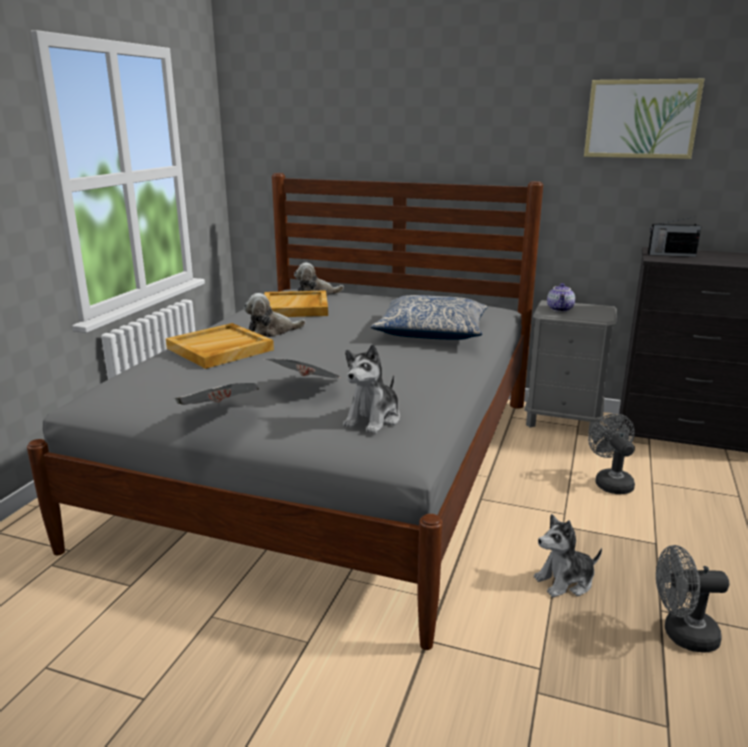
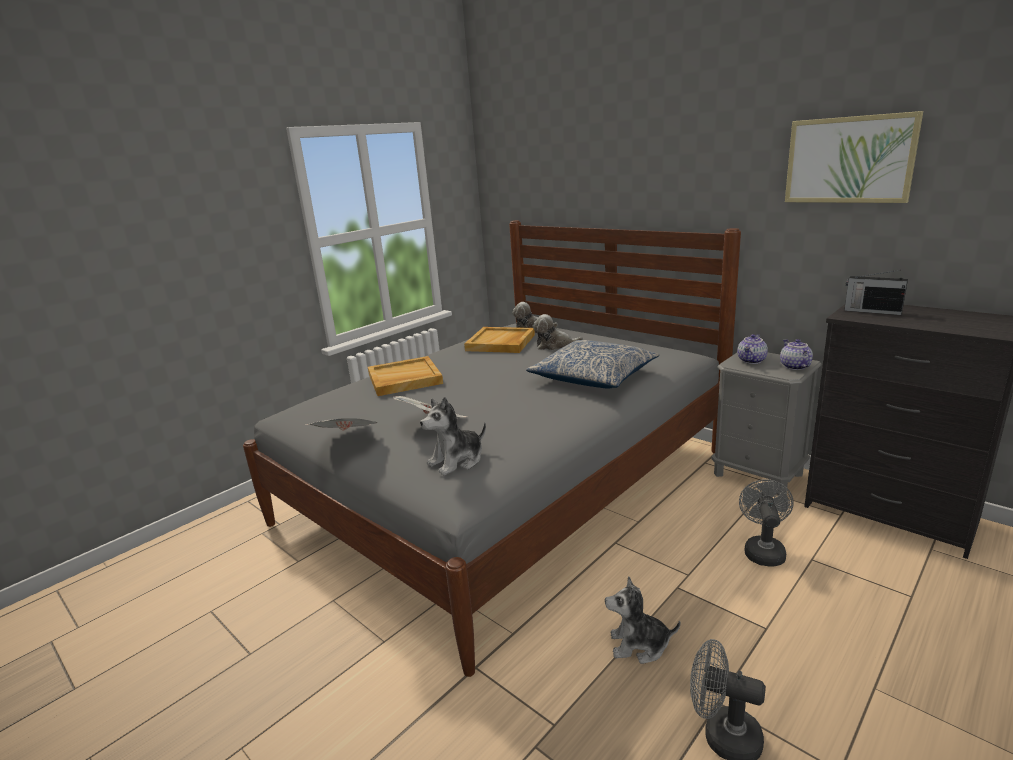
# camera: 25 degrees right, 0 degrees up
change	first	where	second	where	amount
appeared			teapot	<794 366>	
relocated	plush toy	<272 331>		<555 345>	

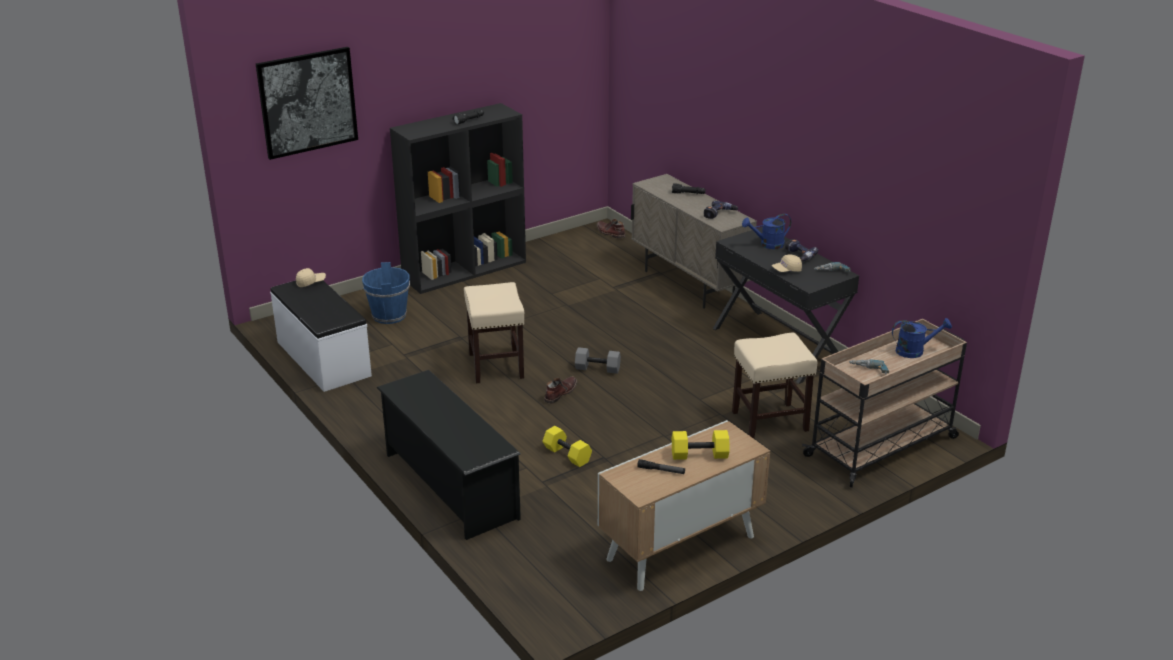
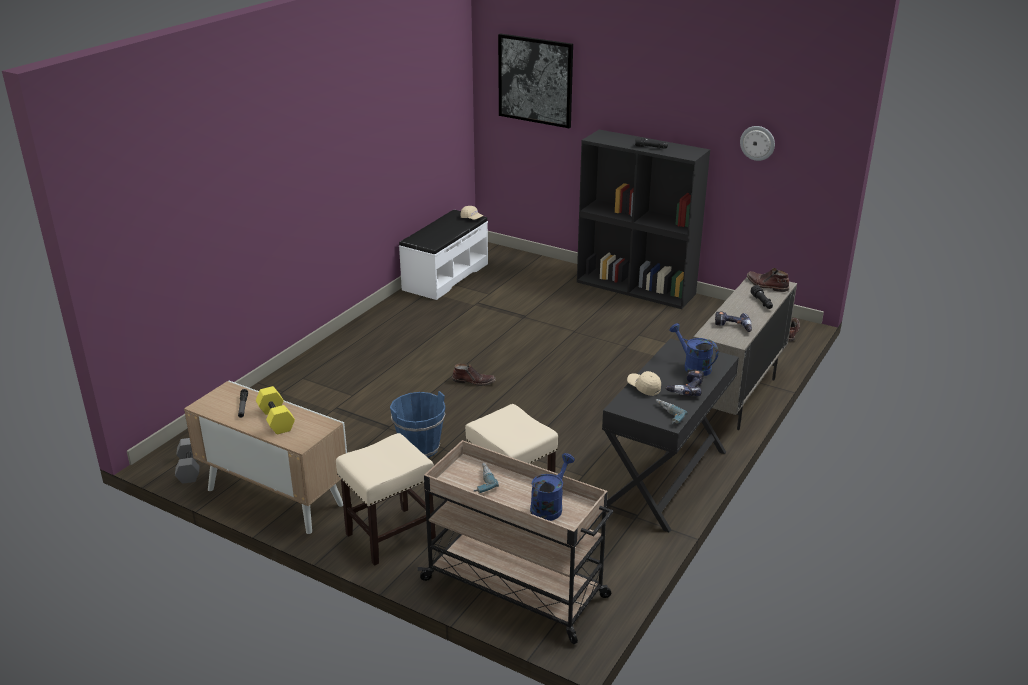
# camera: 65 degrees right, 0 degrees up
change	first	where	second	where	amount
missing	black shoe rack	<450 485>			
missing	yellow dumbbell	<566 455>			
appeared			wall clock	<757 143>	
appeared			brown boot	<766 285>	
relocated	blue bucket	<389 316>		<419 448>	
relocated	beige stool	<496 366>		<389 536>	
relocated	grey dumbbell	<597 369>		<188 468>	
spun	blue watering can	<915 351>		<549 506>	120 degrees counterclockwise

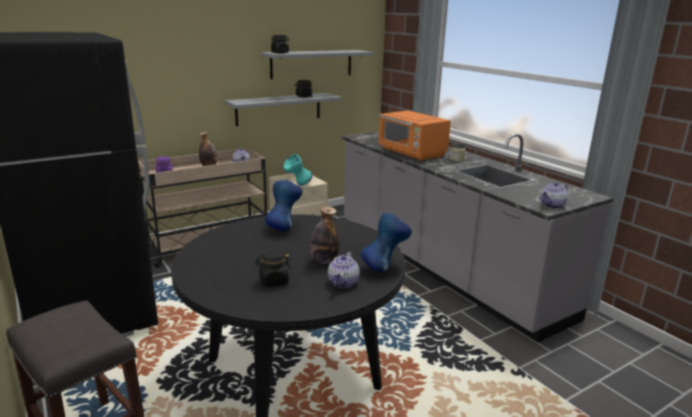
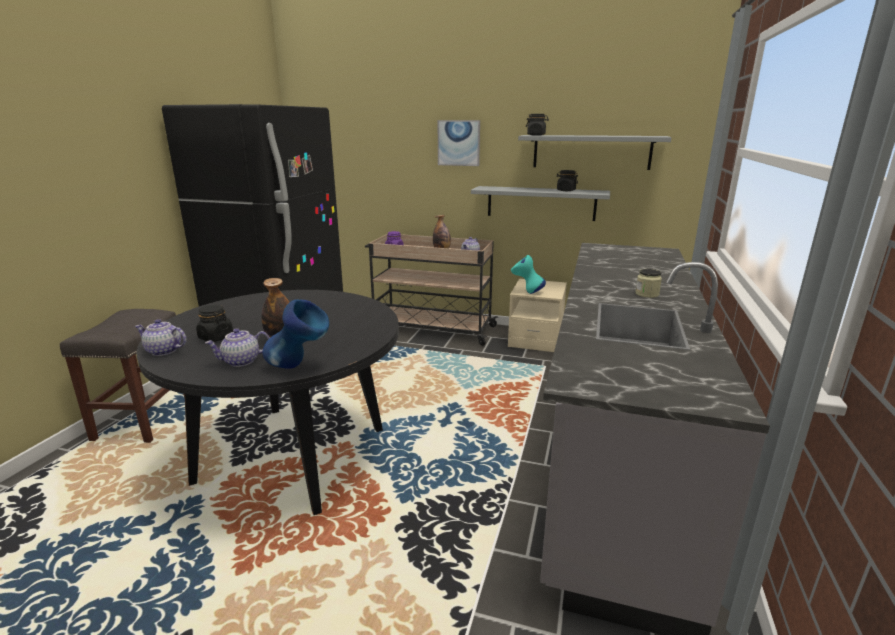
# camera: 50 degrees right, 0 degrees up
change	first	where	second	where	amount
missing	blue vase	<283 228>			
missing	orange microwave	<412 153>			
appeared			picture	<458 143>	
relocated	teapot	<552 206>		<163 351>	

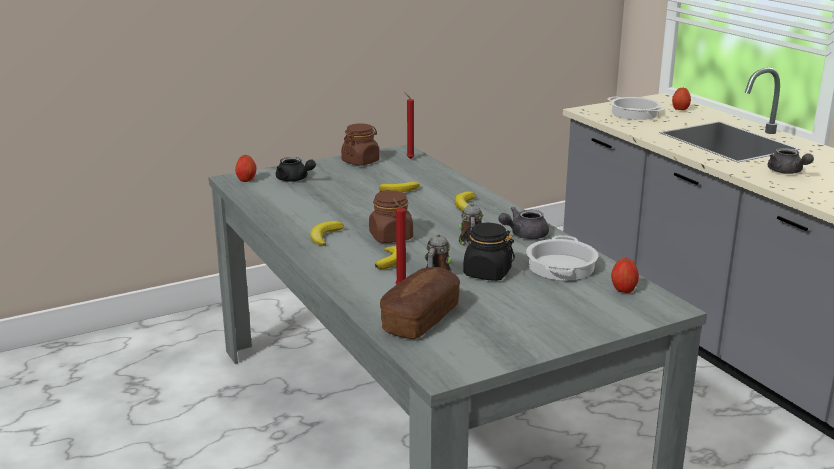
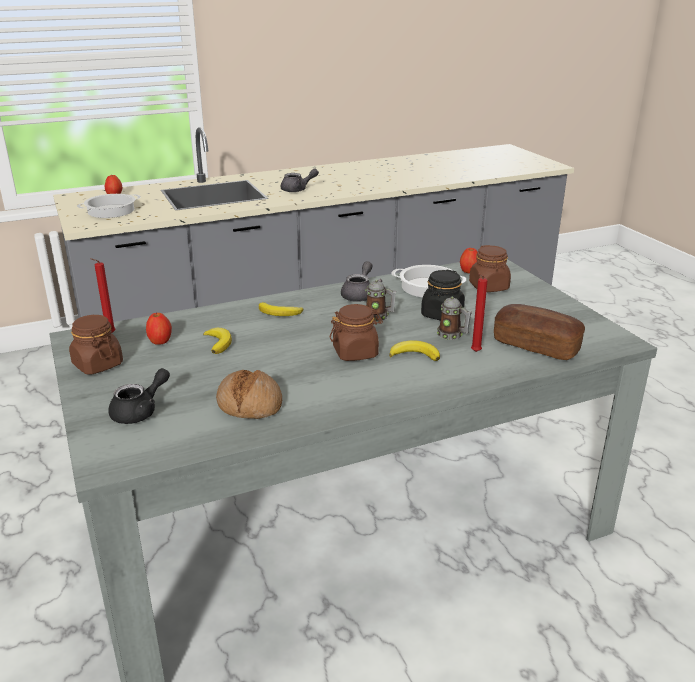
# camera: 85 degrees left, 5 degrees up
change	first	where	second	where	amount
missing	banana	<325 236>			
appeared			bread	<250 404>	
appeared			brown jar	<489 287>	
relocated	apple	<246 180>		<160 341>	
spun	grey teapot	<524 235>		<360 294>	135 degrees counterclockwise

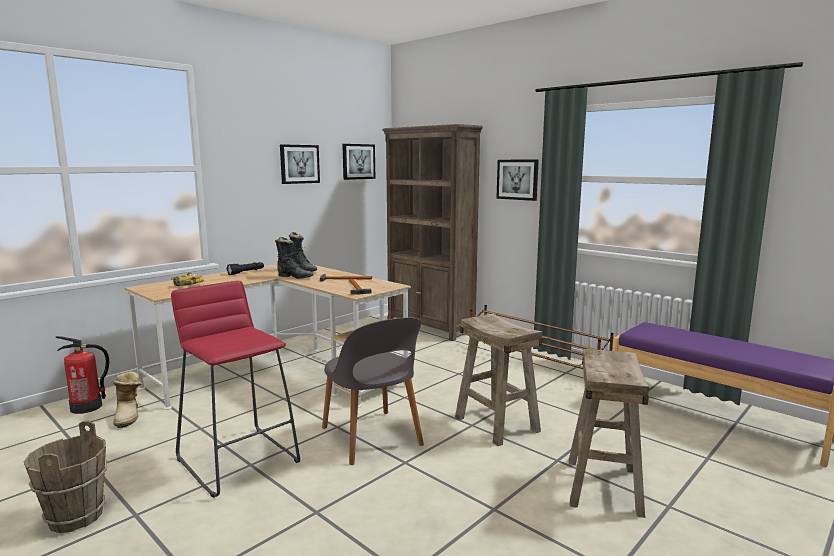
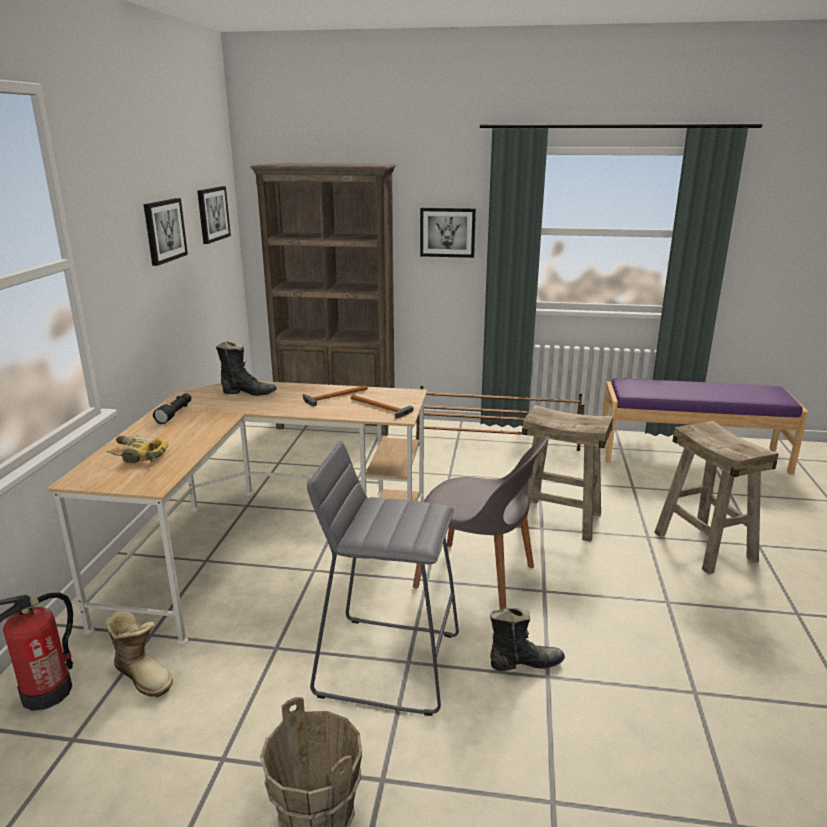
# camera: 35 degrees left, 10 degrees up
change	first	where	second	where	amount
relocated	black boot	<295 277>		<524 663>	
colour	red stool	<239 460>	grey stool	<387 663>	

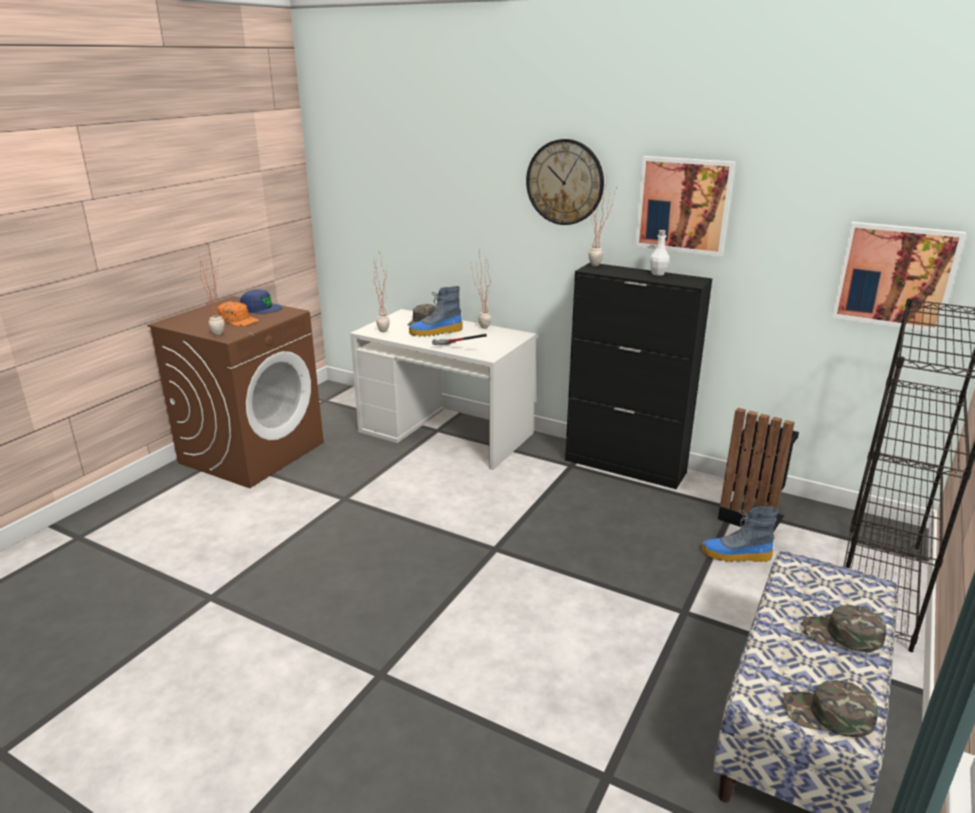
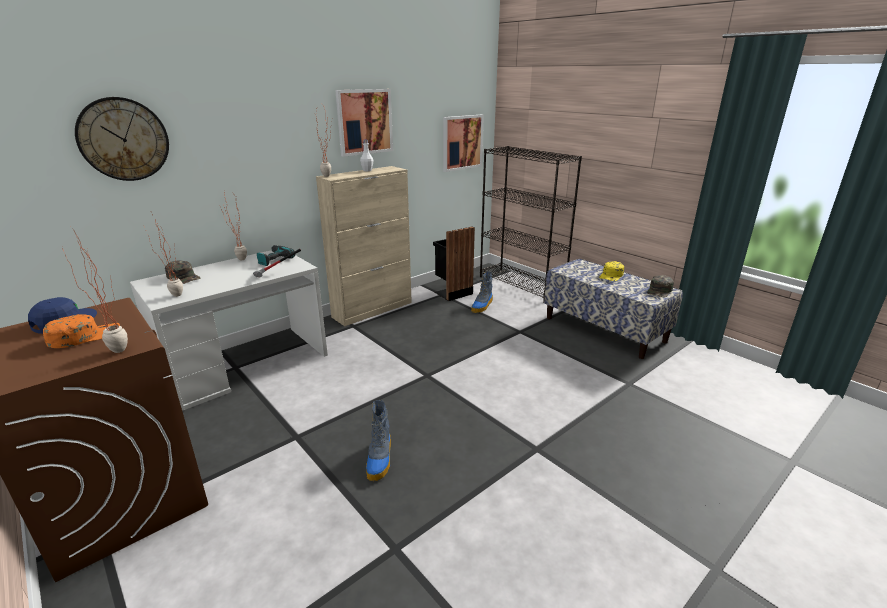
# camera: 70 degrees left, 0 degrees up
change	first	where	second	where	amount
appeared			power drill	<273 259>	
relocated	boot	<435 332>		<380 459>	
relocated	wall clock	<565 182>		<123 139>	
colour	black cabinet	<625 466>	beige cabinet	<373 309>	
colour	green cap	<842 634>	yellow cap	<611 275>	

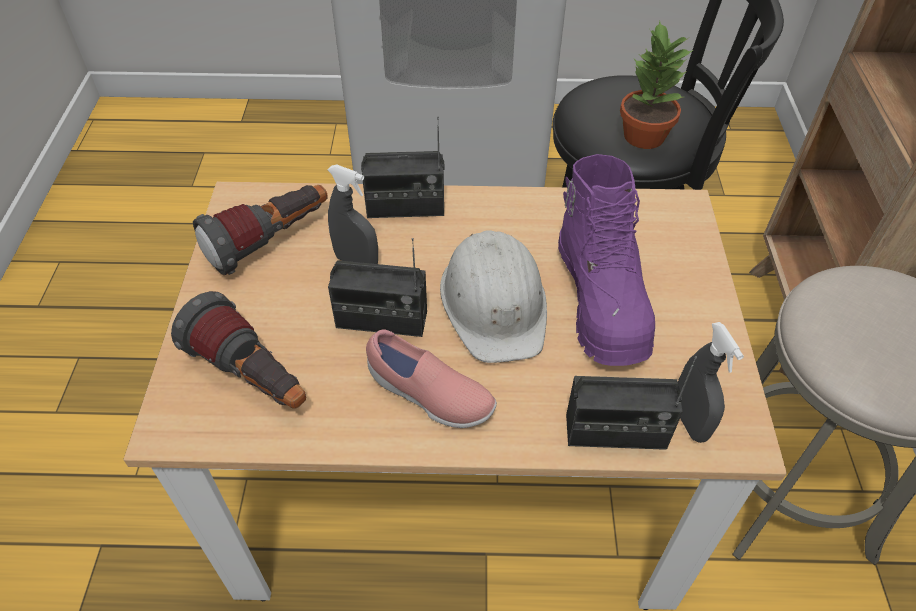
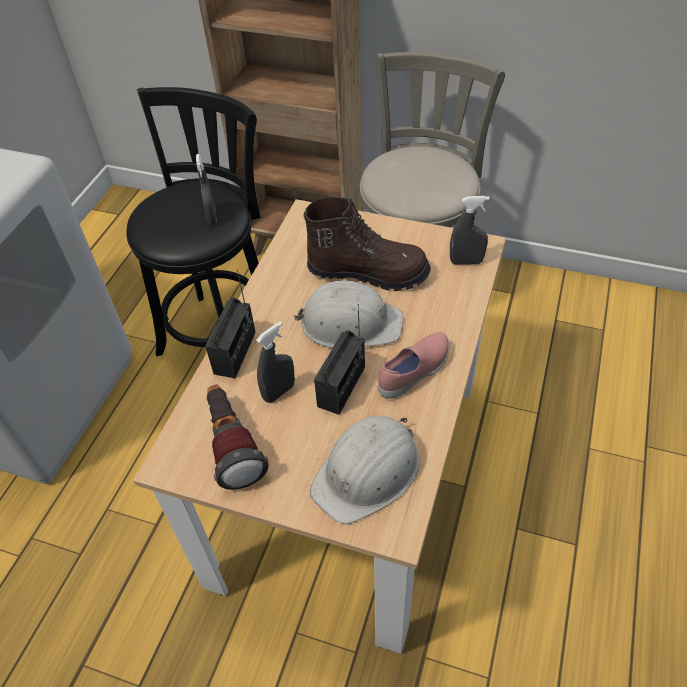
# camera: 70 degrees left, 0 degrees up
change	first	where	second	where	amount
missing	radio	<615 432>			
exchanged	flashlight	<253 378>	white hard hat	<368 471>	
exchanged	potted plant	<643 135>	grey spray bottle	<211 217>	
colour	purple boot	<602 301>	brown boot	<368 272>	

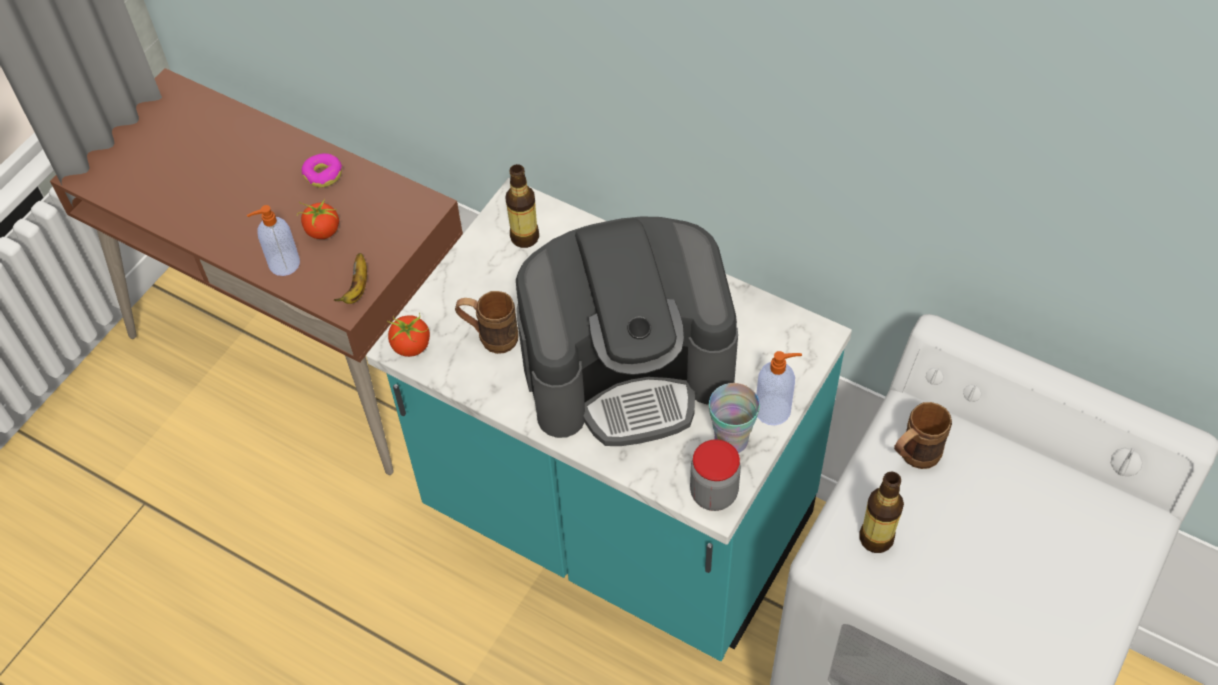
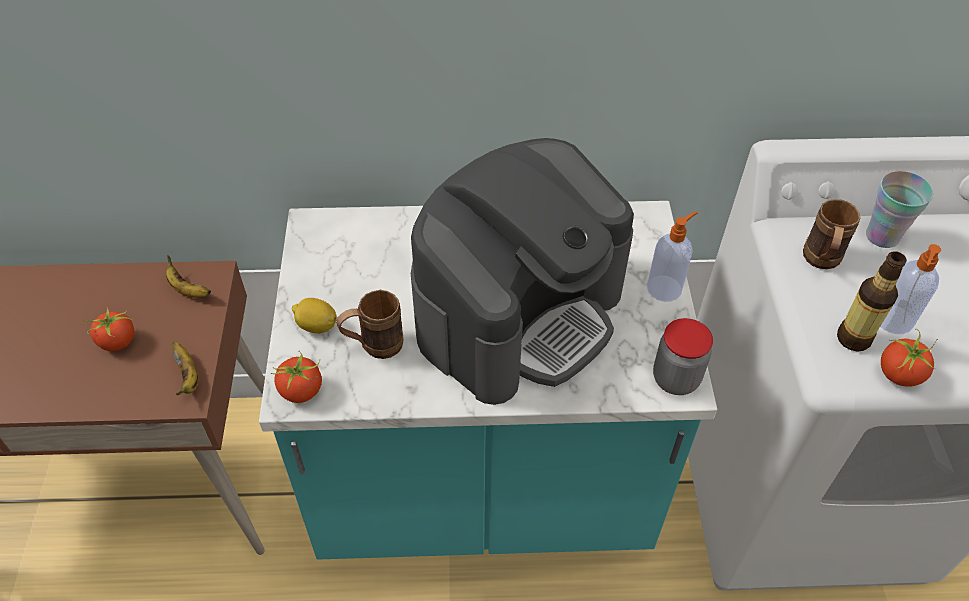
# camera: 35 degrees left, 5 degrees down
change	first	where	second	where	amount
missing	donut	<323 174>			
missing	bottle	<524 237>			
appeared			banana	<187 290>	
appeared			lemon	<317 326>	
appeared			tomato	<899 374>	
relocated	soap dispenser	<283 264>		<893 321>	
relocated	cup	<731 440>		<882 236>	

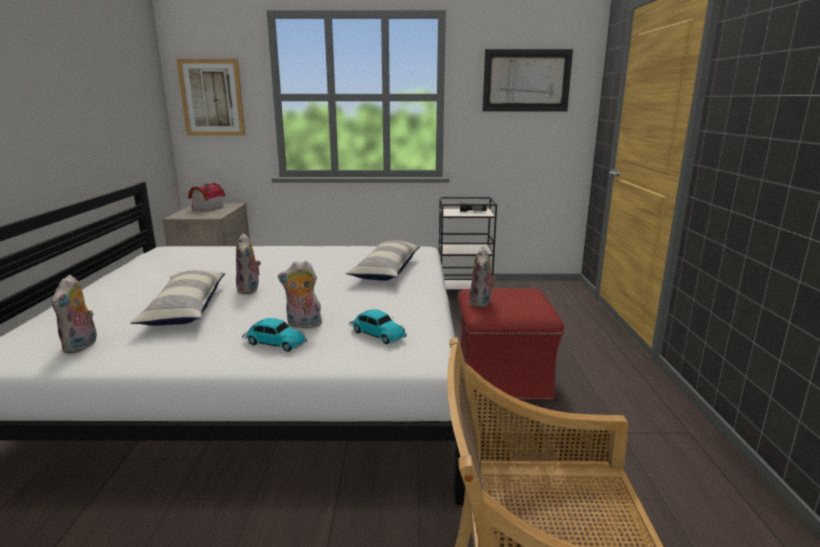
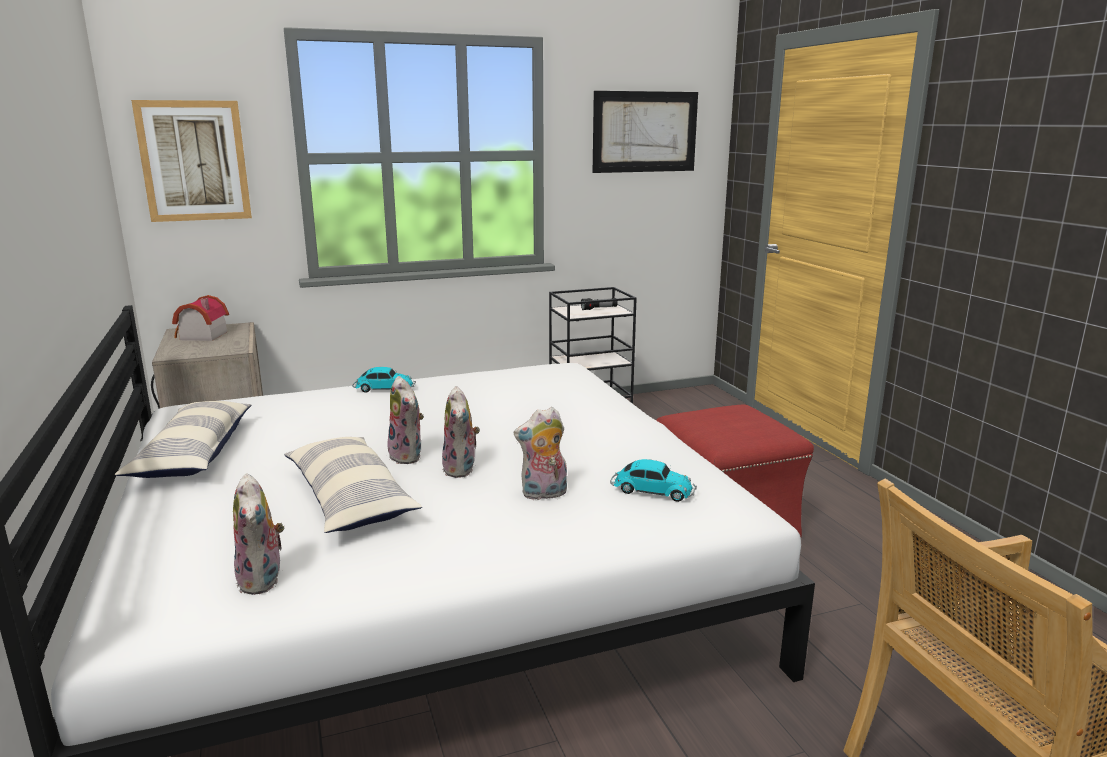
# camera: 20 degrees left, 0 degrees up
change	first	where	second	where	amount
relocated	toy car	<274 343>		<383 389>	
relocated	pillow	<386 270>		<194 454>	
relocated	plush toy	<481 303>		<462 469>	

